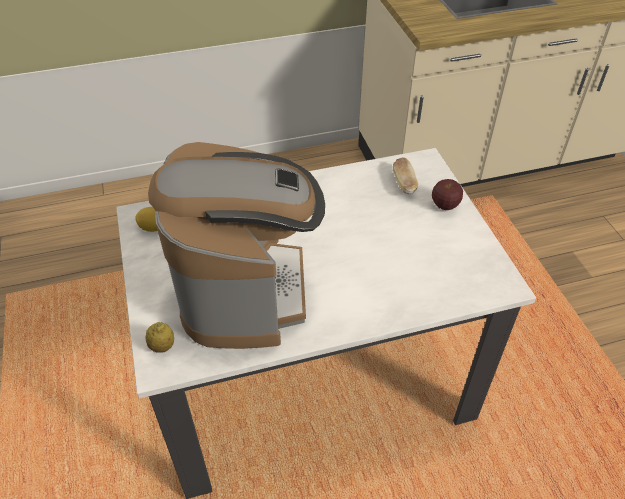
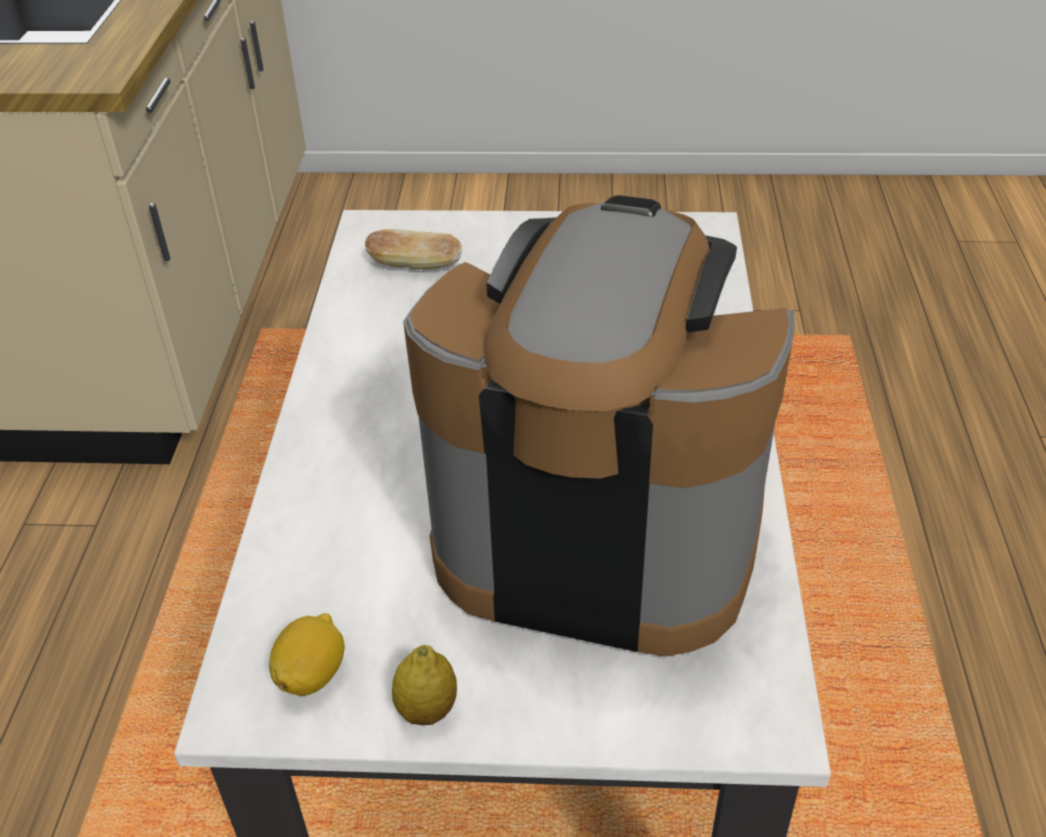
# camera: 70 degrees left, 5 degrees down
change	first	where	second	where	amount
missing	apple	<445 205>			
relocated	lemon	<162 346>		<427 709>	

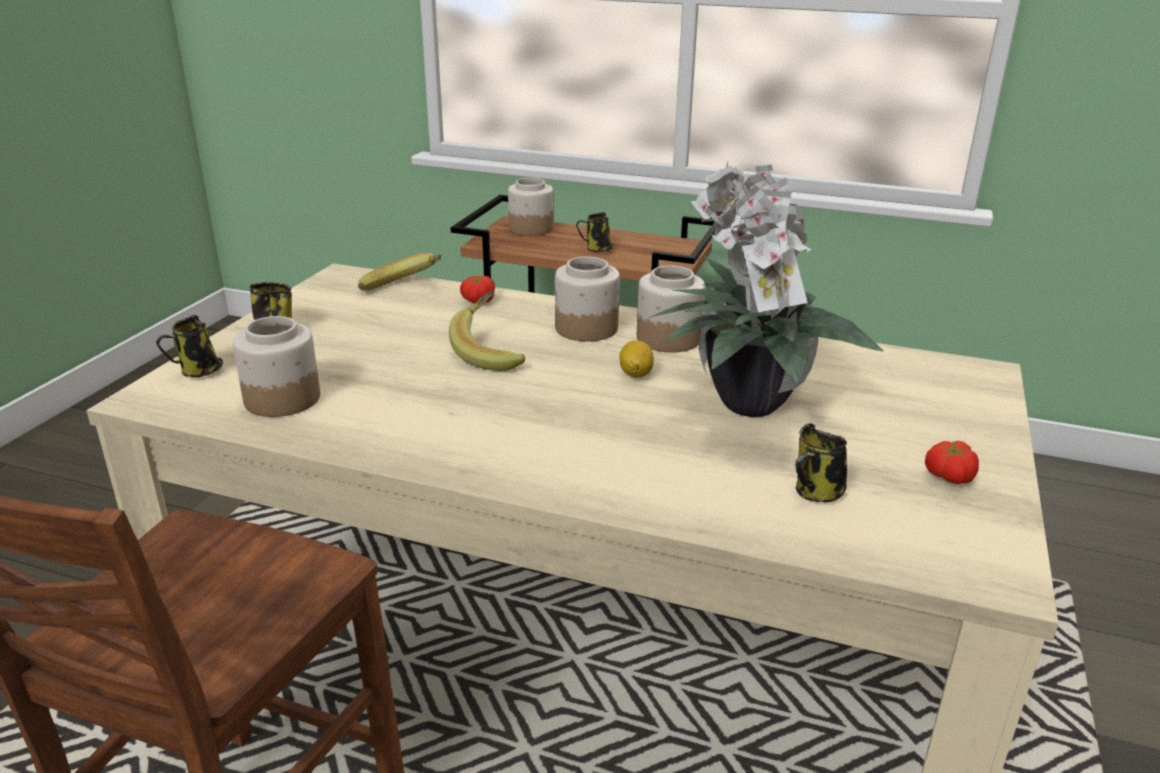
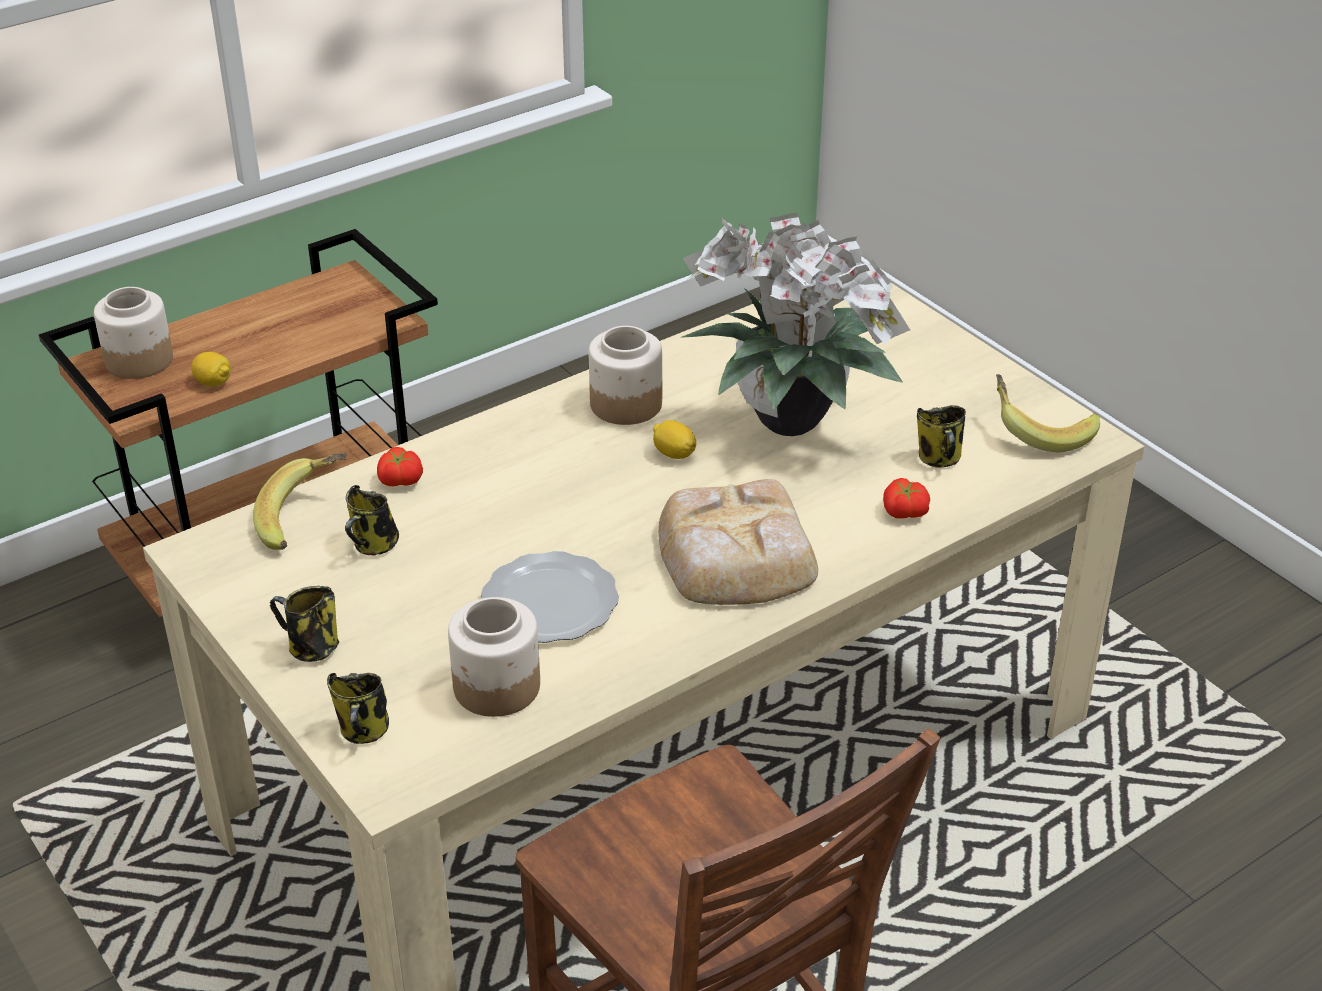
# camera: 55 degrees left, 10 degrees up
change	first	where	second	where	amount
missing	jar	<586 329>			
appeared			lemon	<213 382>	
appeared			plate	<550 600>	
appeared			bread	<735 556>	
relocated	banana	<493 352>		<1040 431>	
relocated	mug	<597 250>		<373 546>	
relocated	tomato	<948 476>		<903 512>	

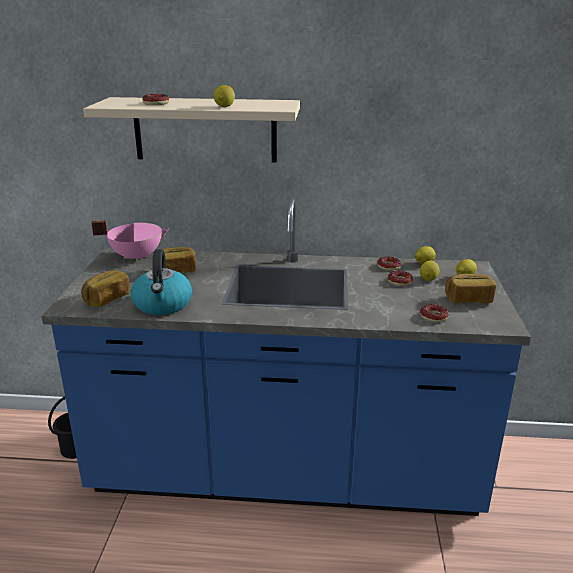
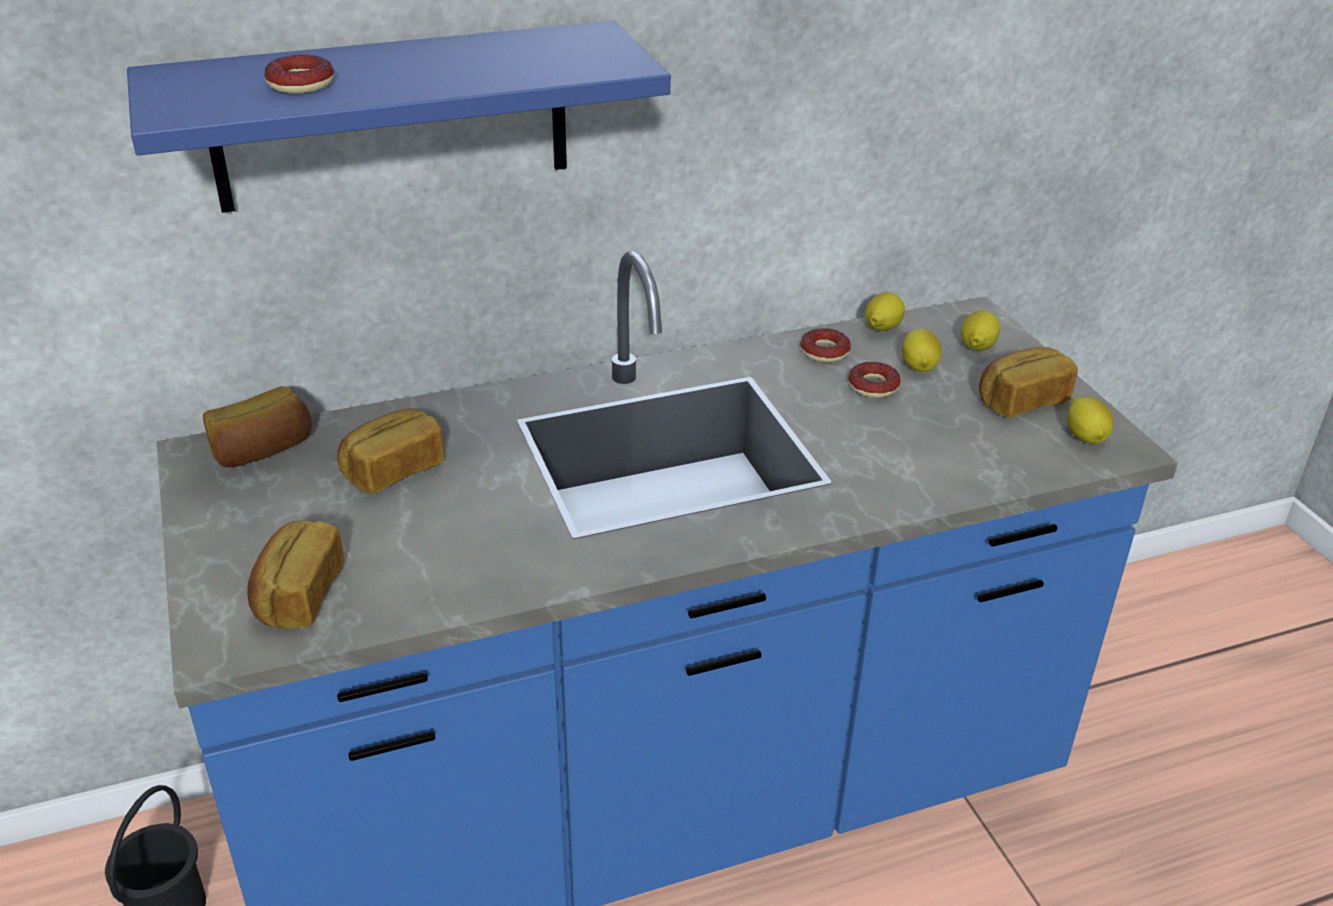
# camera: 25 degrees left, 10 degrees up
change	first	where	second	where	amount
missing	kettle	<163 305>			
missing	donut	<433 317>			
relocated	lemon	<225 106>		<1085 437>	
exchanged	pink cooking pot	<136 257>	bread	<262 450>	
colour	beige shelf	<205 130>	blue shelf	<392 117>	

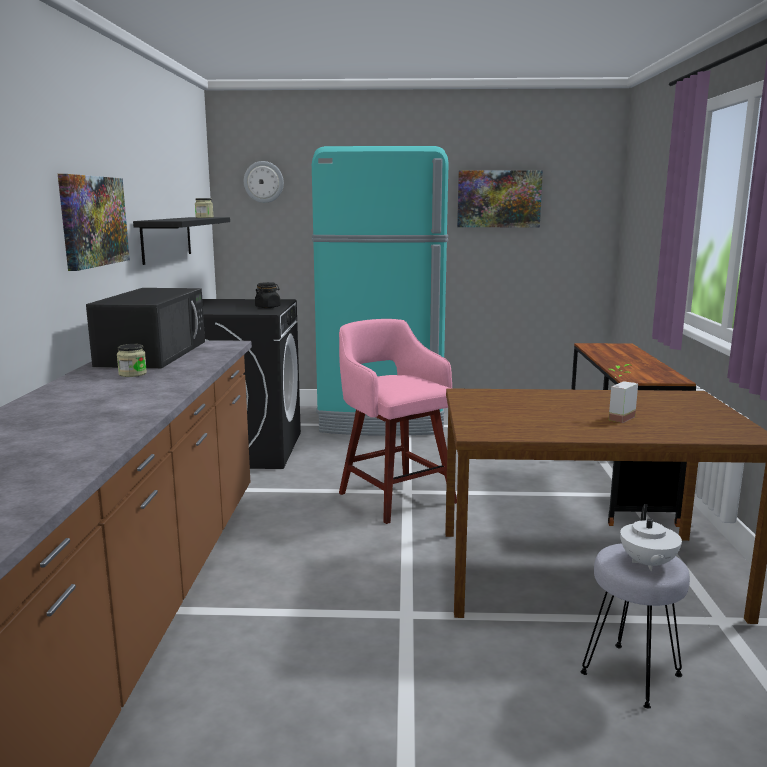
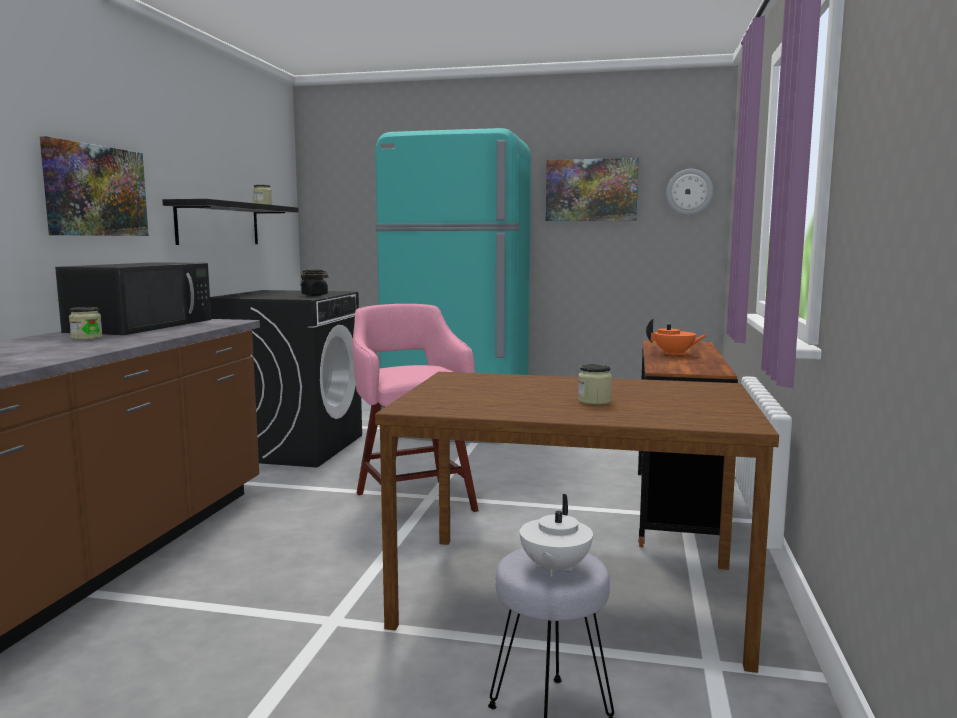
# camera: 10 degrees right, 5 degrees down
change	first	where	second	where	amount
appeared			orange teapot	<674 354>	
relocated	wall clock	<263 182>		<689 192>	
exchanged	potted plant	<616 417>	jar	<594 401>	

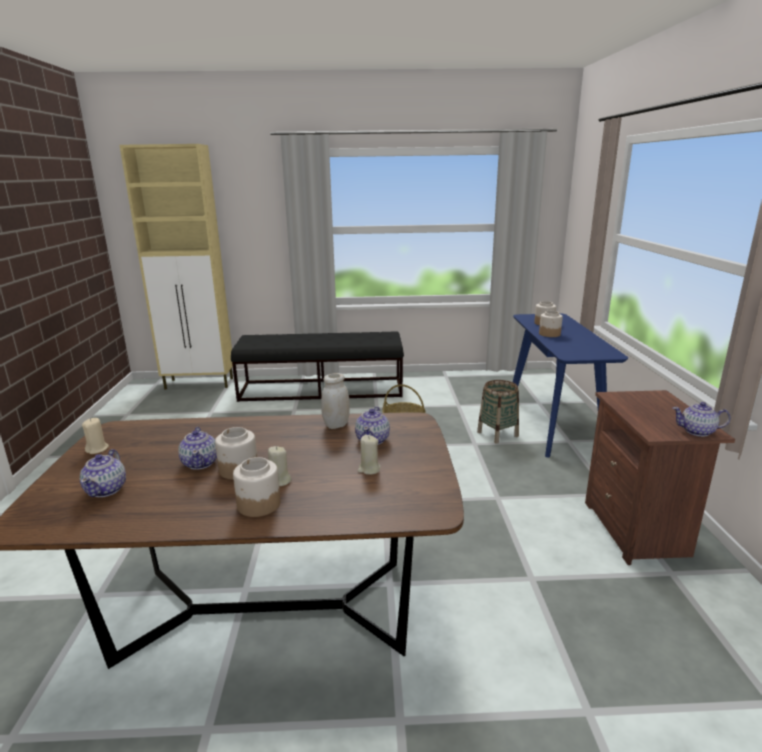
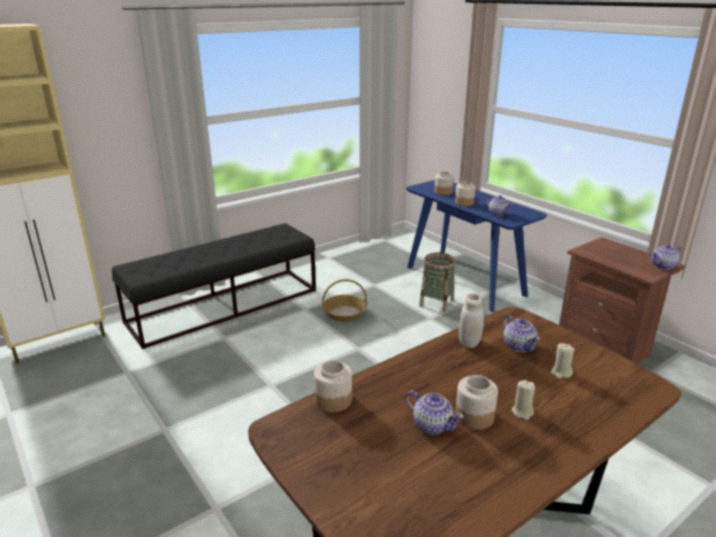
# camera: 35 degrees left, 5 degrees up
change	first	where	second	where	amount
missing	beige candle	<97 449>			
relocated	teapot	<107 489>		<498 214>	
relocated	jar	<258 504>		<333 400>	

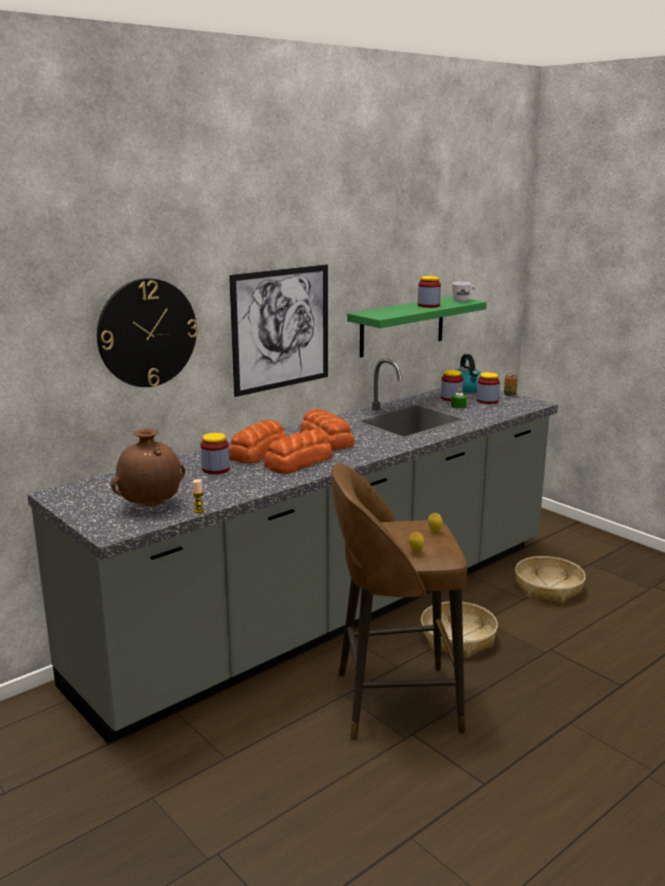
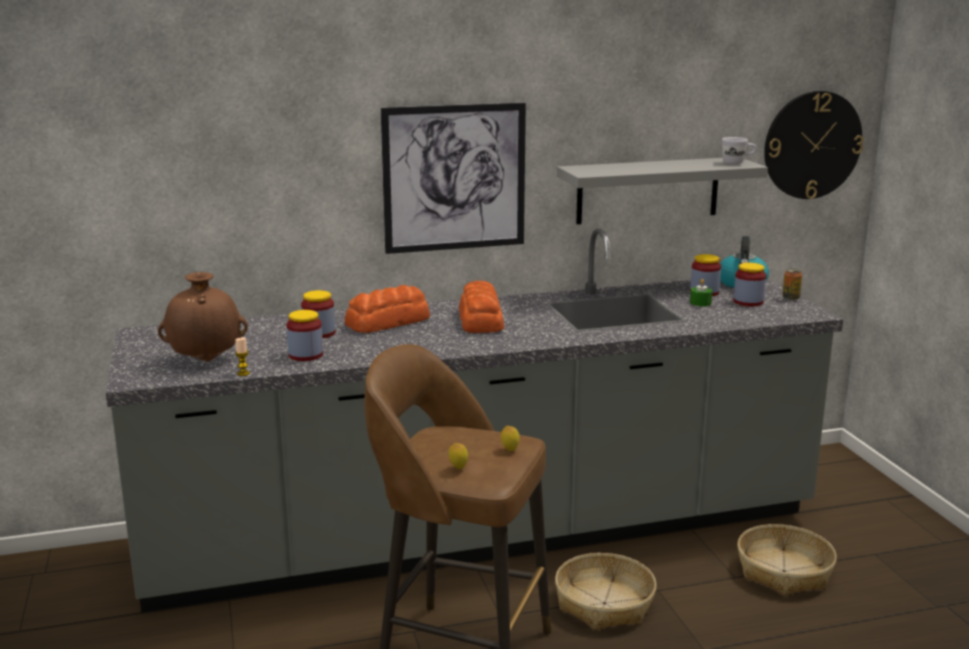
# camera: 25 degrees right, 0 degrees up
change	first	where	second	where	amount
missing	bread	<297 462>			
relocated	wall clock	<147 333>		<812 145>	
relocated	jar	<428 305>		<305 355>	
colour	green shelf	<402 326>	grey shelf	<648 190>	

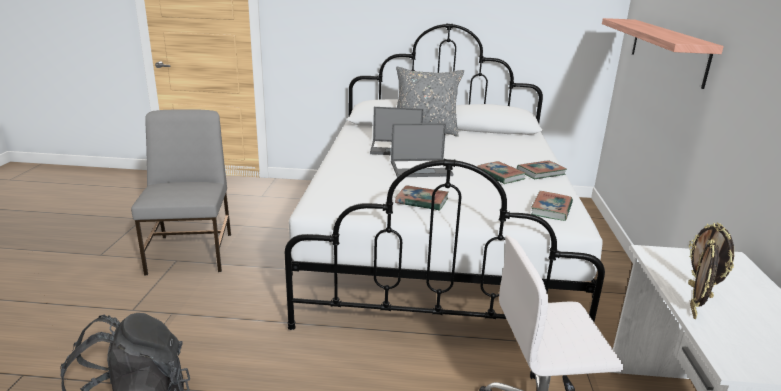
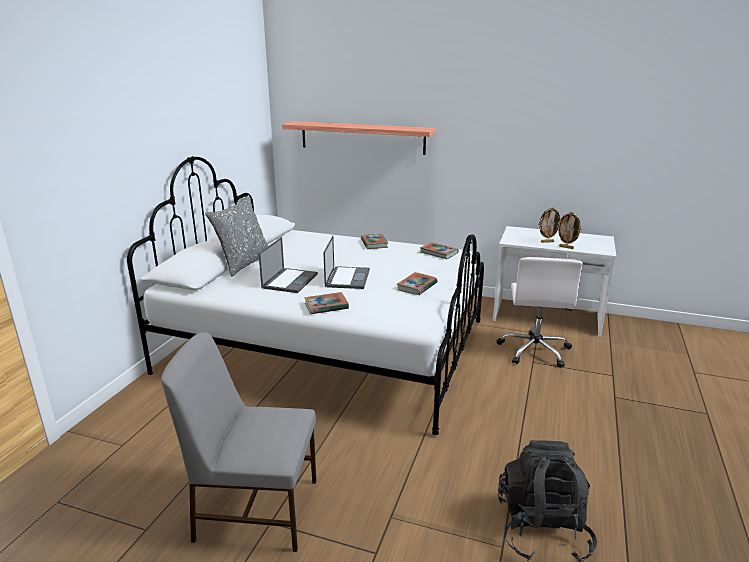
# camera: 75 degrees left, 0 degrees up
change	first	where	second	where	amount
relocated	book	<500 175>		<326 306>	

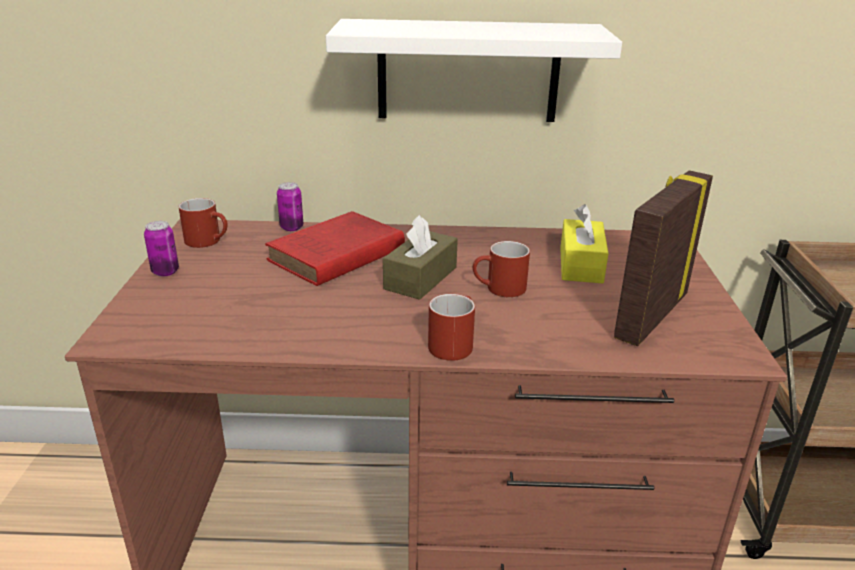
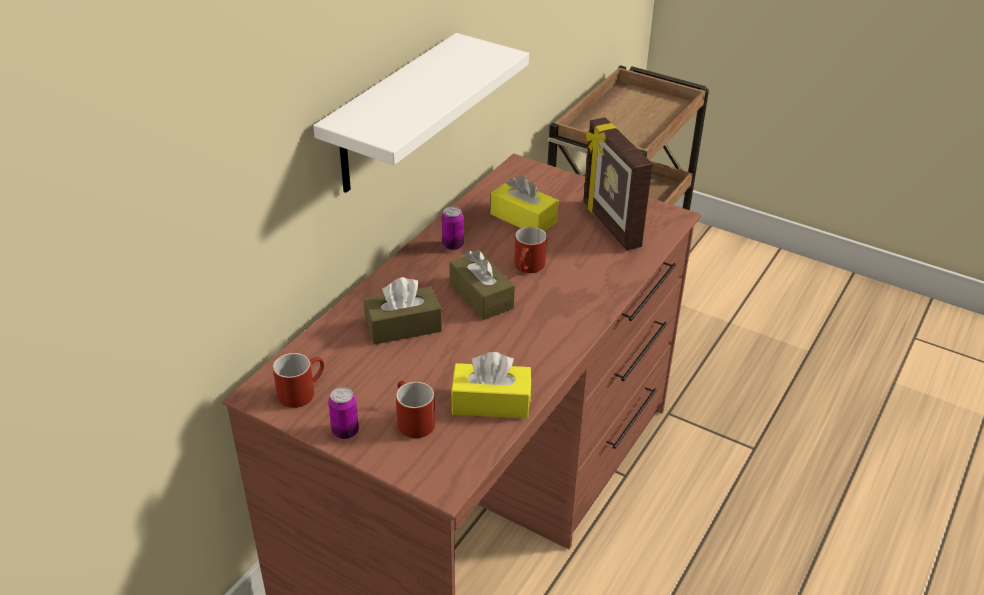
# camera: 60 degrees left, 10 degrees up
change	first	where	second	where	amount
appeared			yellow tissue box	<491 402>	
relocated	can	<291 227>		<452 245>	
relocated	red mug	<453 343>		<411 420>	
exchanged	red book	<334 256>	brown tissue box	<403 326>	

